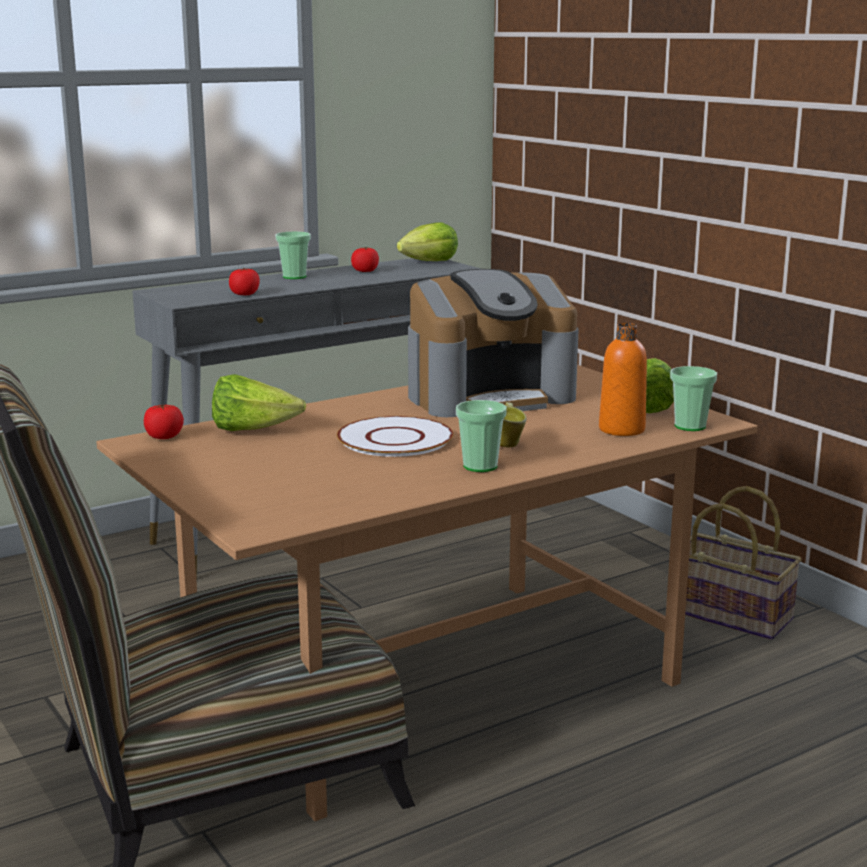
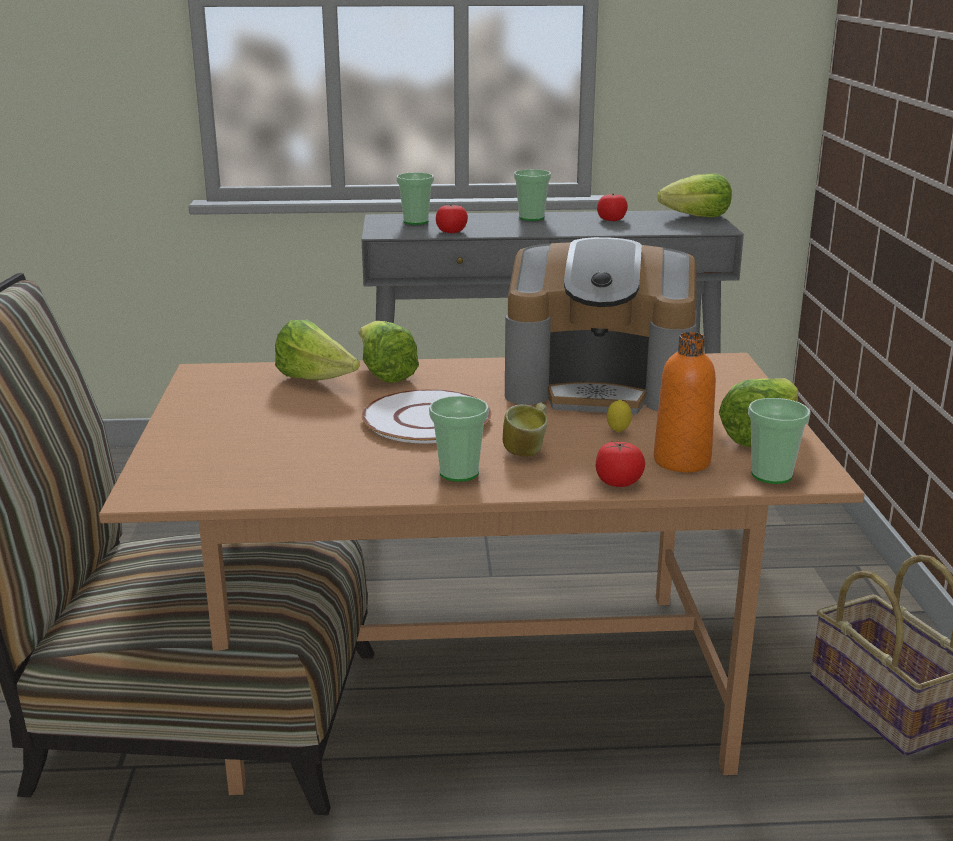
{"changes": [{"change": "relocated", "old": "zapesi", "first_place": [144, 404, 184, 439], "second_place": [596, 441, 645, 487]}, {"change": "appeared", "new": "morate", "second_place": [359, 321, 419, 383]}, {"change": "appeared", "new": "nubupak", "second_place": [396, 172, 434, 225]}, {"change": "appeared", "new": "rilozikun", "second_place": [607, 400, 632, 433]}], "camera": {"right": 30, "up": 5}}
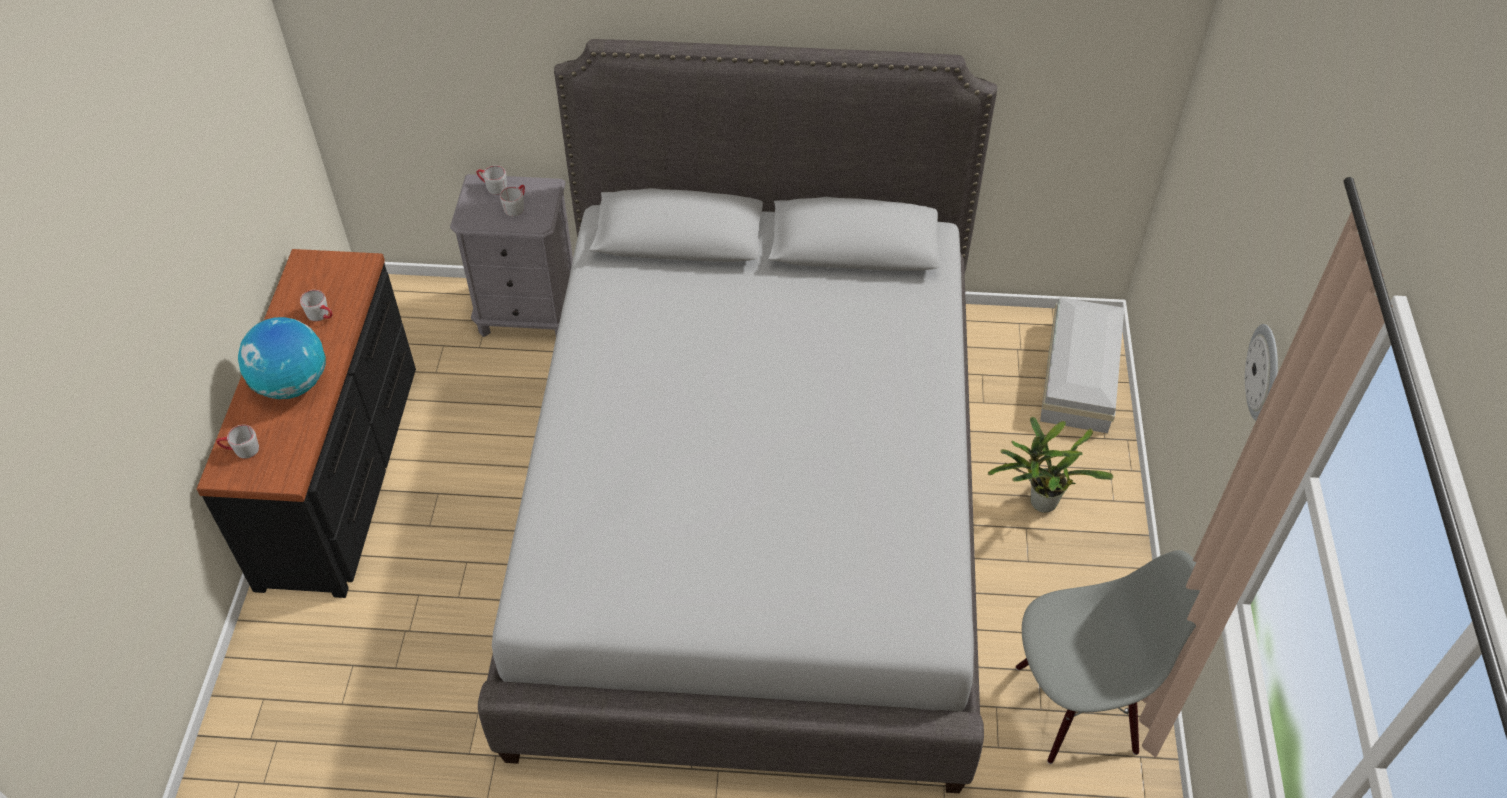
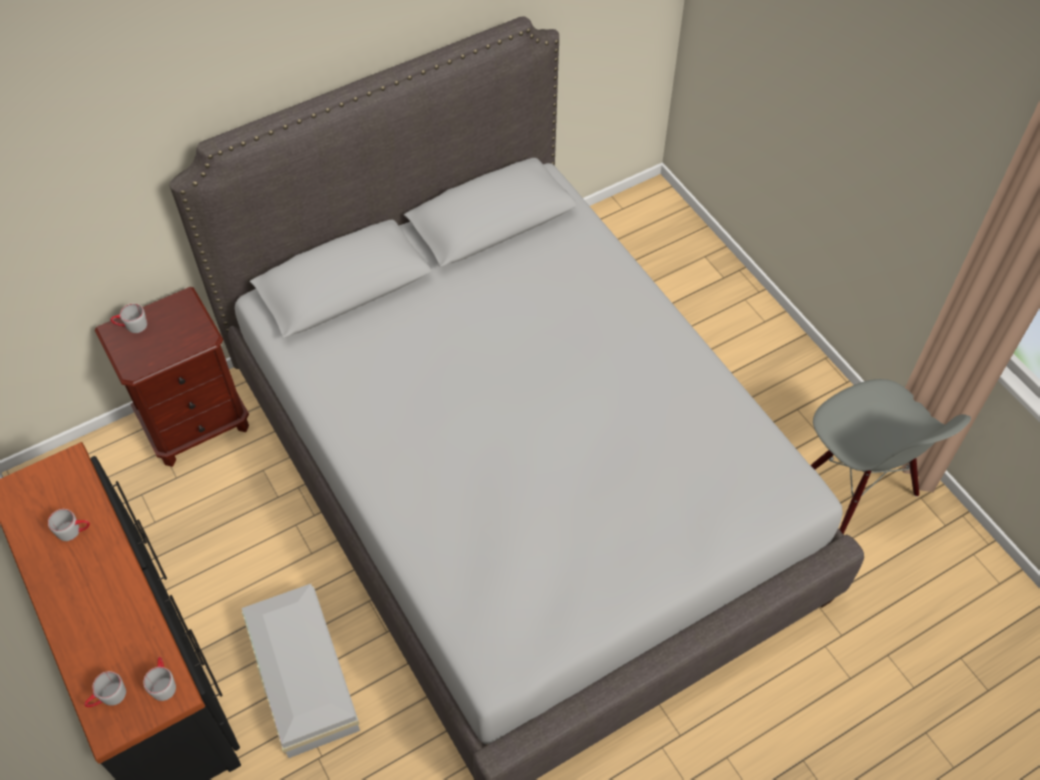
{"changes": [{"change": "missing", "old": "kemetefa", "first_place": [238, 317, 326, 399]}, {"change": "colour", "old": "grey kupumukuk", "new": "brown kupumukuk", "first_place": [450, 174, 573, 337], "second_place": [95, 287, 249, 467]}, {"change": "relocated", "old": "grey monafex", "first_place": [500, 185, 525, 216], "second_place": [143, 657, 176, 701]}, {"change": "missing", "old": "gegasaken", "first_place": [988, 416, 1113, 513]}, {"change": "spun", "old": "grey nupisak", "first_place": [1016, 550, 1200, 764], "second_place": [811, 379, 971, 534], "degrees": 105}, {"change": "relocated", "old": "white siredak", "first_place": [1040, 297, 1124, 433], "second_place": [242, 584, 360, 758]}, {"change": "missing", "old": "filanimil", "first_place": [1245, 324, 1278, 421]}], "camera": {"right": -35, "up": 5}}
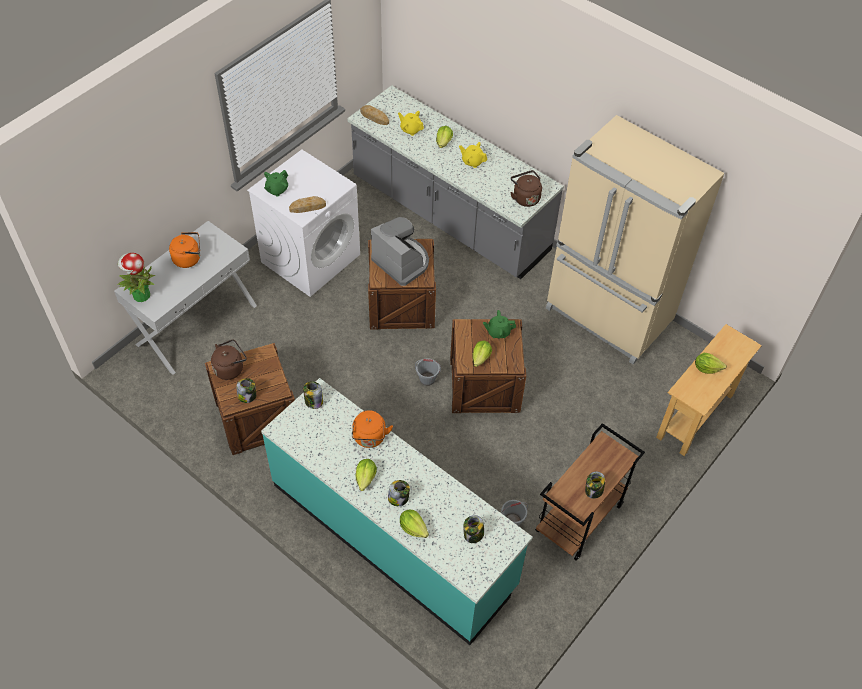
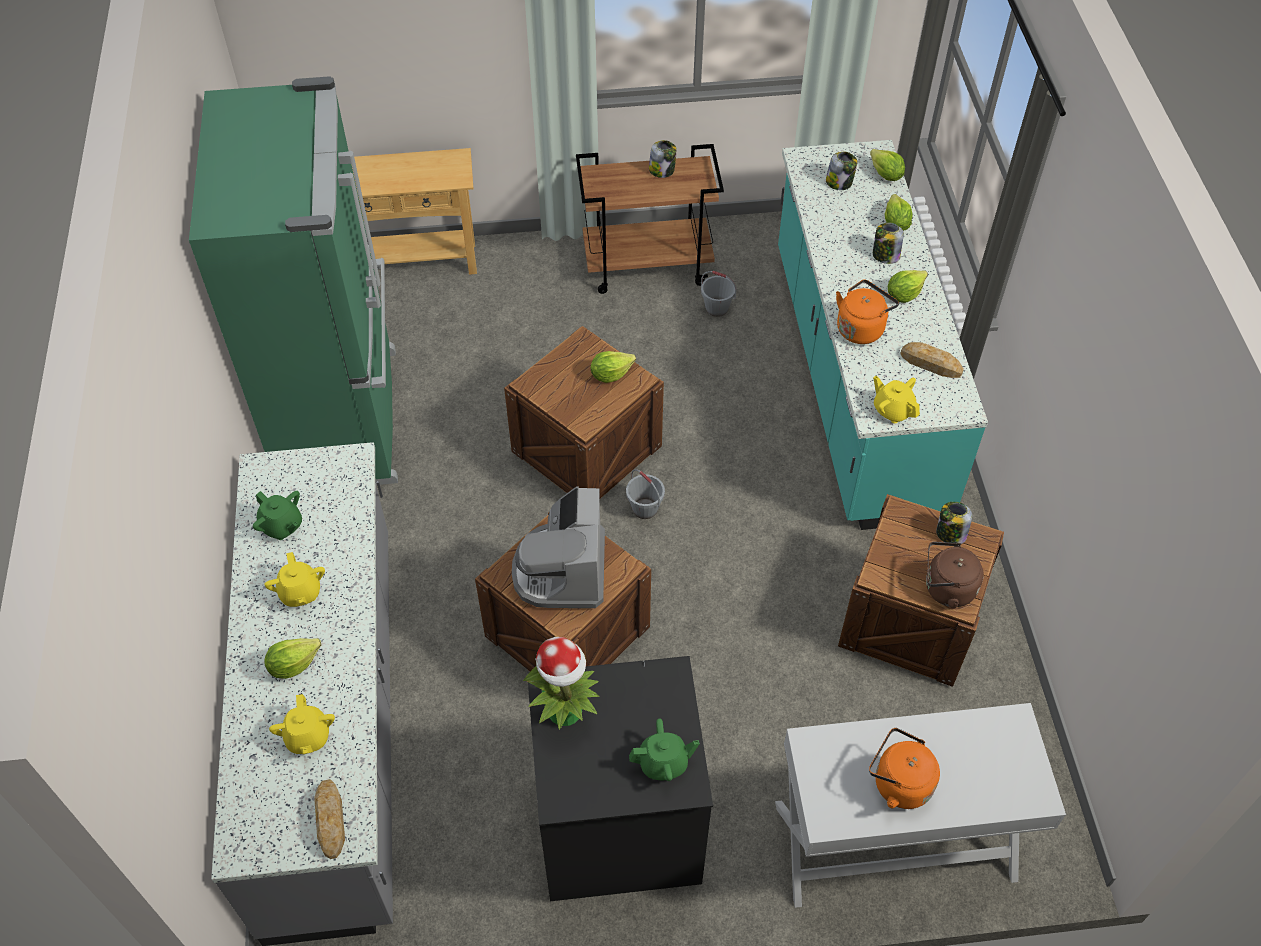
{"changes": [{"change": "relocated", "old": "gegasaken", "first_place": [117, 253, 155, 302], "second_place": [523, 637, 600, 730]}, {"change": "colour", "old": "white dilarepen", "new": "black dilarepen", "first_place": [247, 150, 360, 297], "second_place": [527, 656, 713, 901]}, {"change": "relocated", "old": "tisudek", "first_place": [289, 196, 326, 213], "second_place": [900, 342, 964, 378]}, {"change": "exchanged", "old": "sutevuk", "new": "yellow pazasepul", "first_place": [303, 381, 323, 409], "second_place": [873, 376, 920, 423]}, {"change": "relocated", "old": "green pazasepul", "first_place": [483, 310, 516, 338], "second_place": [253, 491, 302, 540]}, {"change": "missing", "old": "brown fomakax", "first_place": [510, 170, 542, 207]}, {"change": "colour", "old": "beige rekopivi", "new": "green rekopivi", "first_place": [546, 115, 724, 364], "second_place": [189, 76, 398, 485]}, {"change": "relocated", "old": "morate", "first_place": [695, 353, 727, 374], "second_place": [870, 149, 905, 181]}], "camera": {"right": -135, "up": 0}}
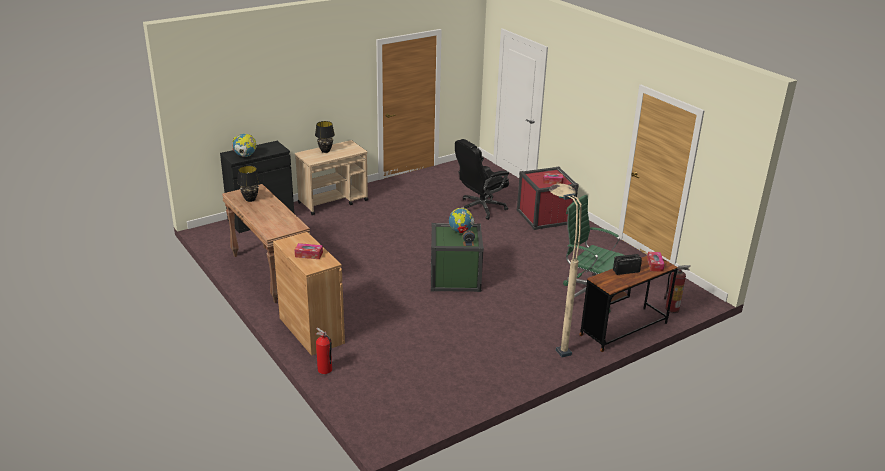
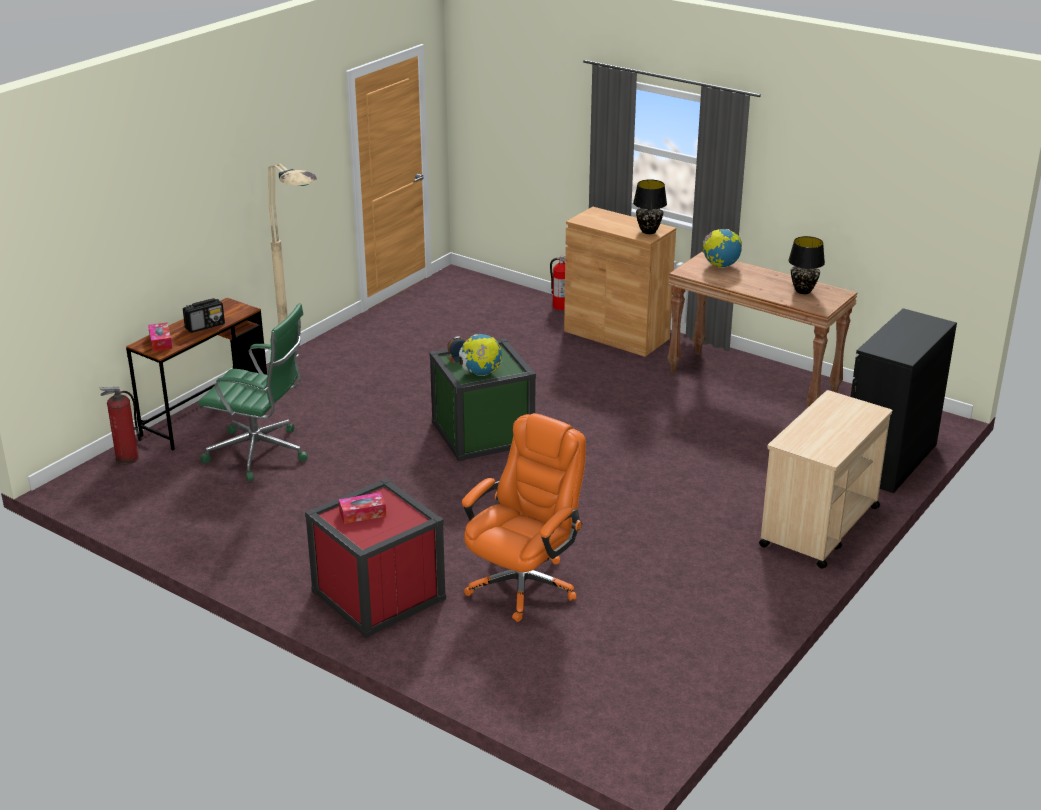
{"changes": [{"change": "relocated", "old": "kemetefa", "first_place": [232, 134, 256, 157], "second_place": [703, 229, 742, 268]}, {"change": "missing", "old": "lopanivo", "first_place": [295, 243, 323, 259]}, {"change": "relocated", "old": "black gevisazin", "first_place": [315, 121, 335, 153], "second_place": [633, 179, 667, 234]}, {"change": "colour", "old": "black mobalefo", "new": "orange mobalefo", "first_place": [455, 139, 509, 220], "second_place": [462, 413, 586, 622]}], "camera": {"right": 160, "up": 0}}
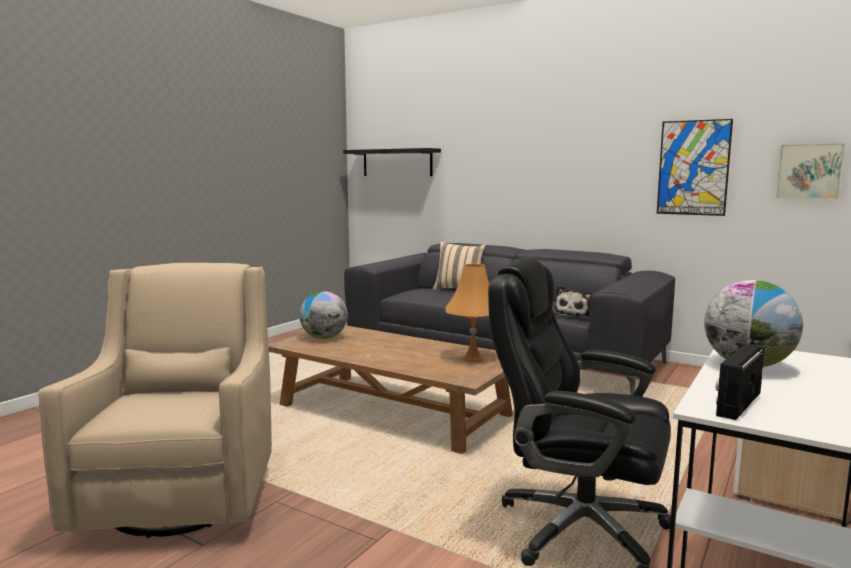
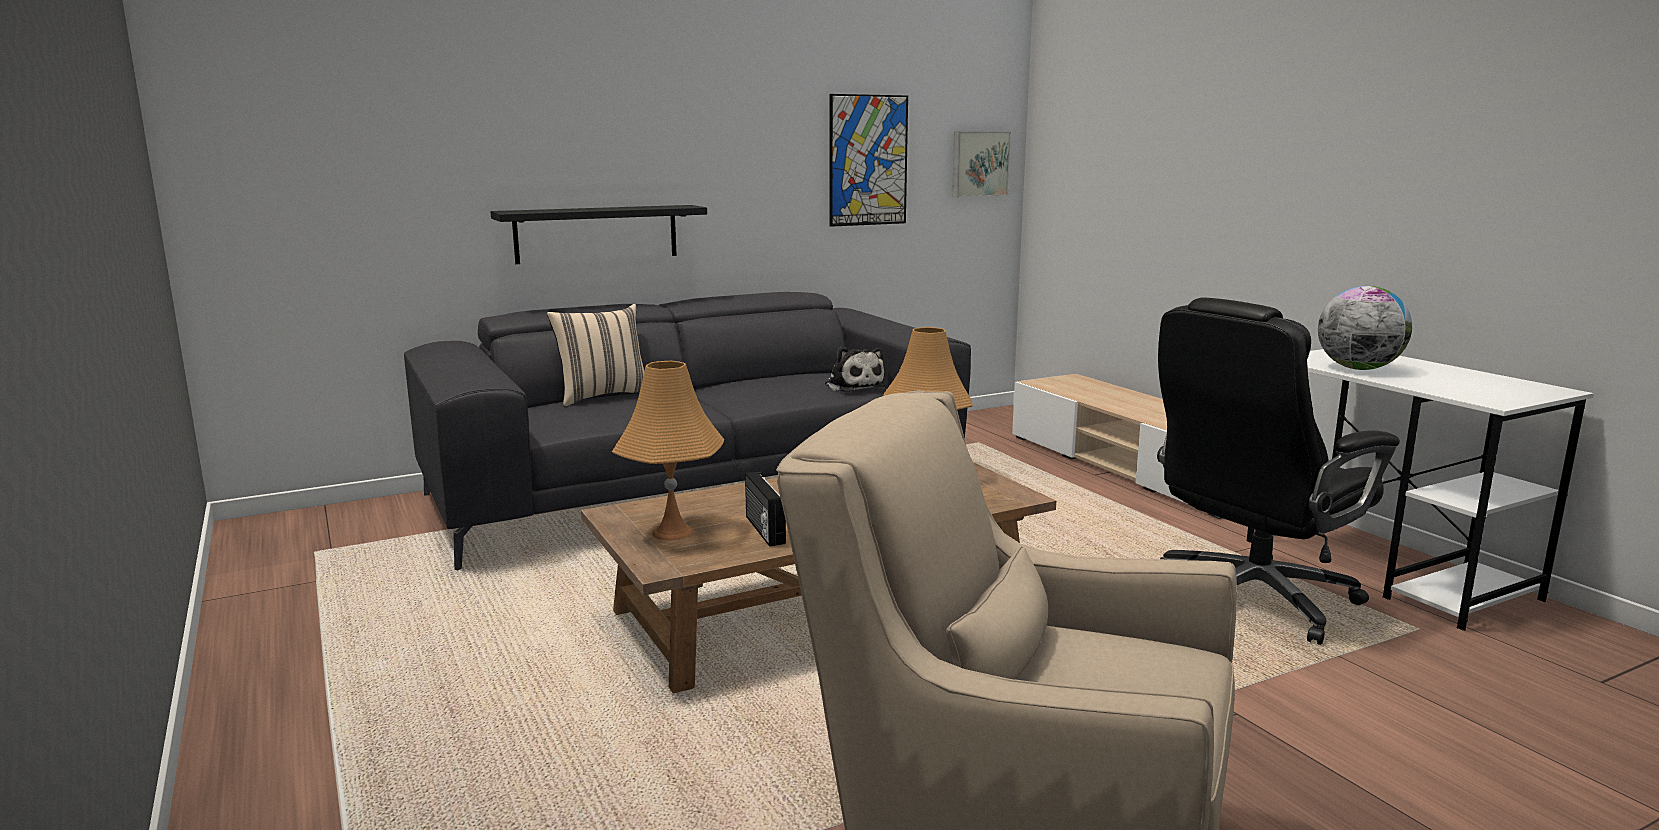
{"changes": [{"change": "exchanged", "old": "kemetefa", "new": "orange gevisazin", "first_place": [300, 291, 348, 339], "second_place": [612, 361, 724, 541]}, {"change": "relocated", "old": "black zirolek", "first_place": [343, 148, 441, 176], "second_place": [491, 205, 707, 264]}, {"change": "relocated", "old": "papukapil", "first_place": [716, 344, 765, 420], "second_place": [745, 472, 786, 547]}], "camera": {"right": -60, "up": 5}}
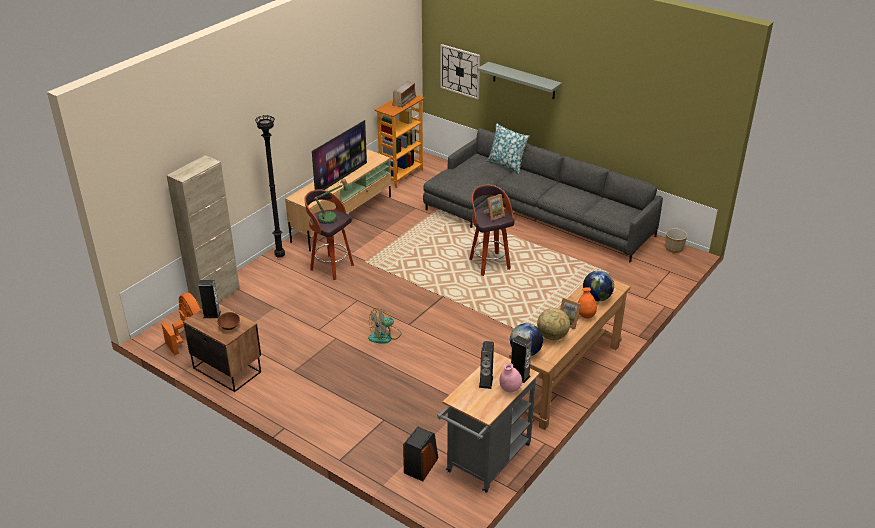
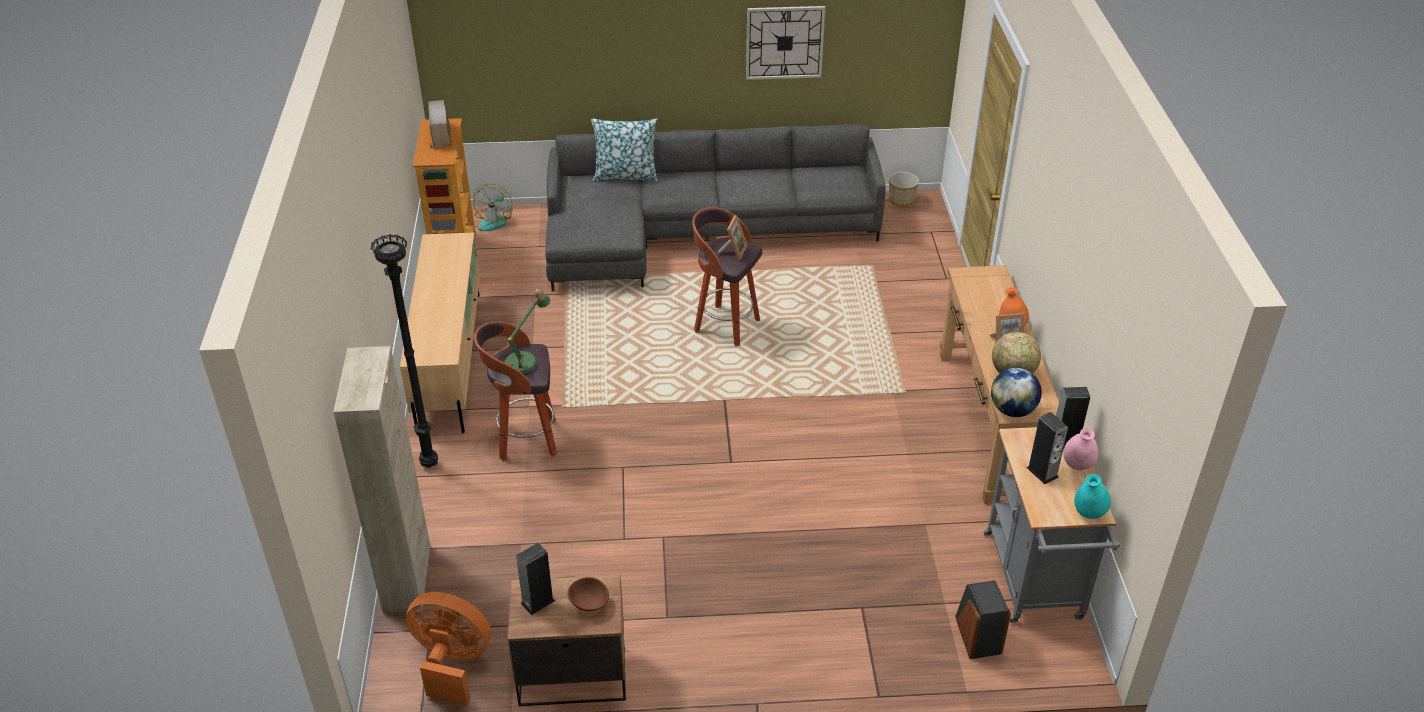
{"changes": [{"change": "missing", "old": "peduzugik", "first_place": [312, 120, 367, 190]}, {"change": "relocated", "old": "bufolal", "first_place": [368, 308, 401, 344], "second_place": [473, 183, 513, 231]}, {"change": "relocated", "old": "filanimil", "first_place": [440, 44, 480, 99], "second_place": [746, 6, 825, 80]}, {"change": "missing", "old": "grey zirolek", "first_place": [478, 62, 562, 99]}, {"change": "missing", "old": "kemetefa", "first_place": [583, 271, 614, 301]}, {"change": "appeared", "new": "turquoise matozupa", "second_place": [1074, 474, 1111, 519]}], "camera": {"right": -40, "up": 5}}
